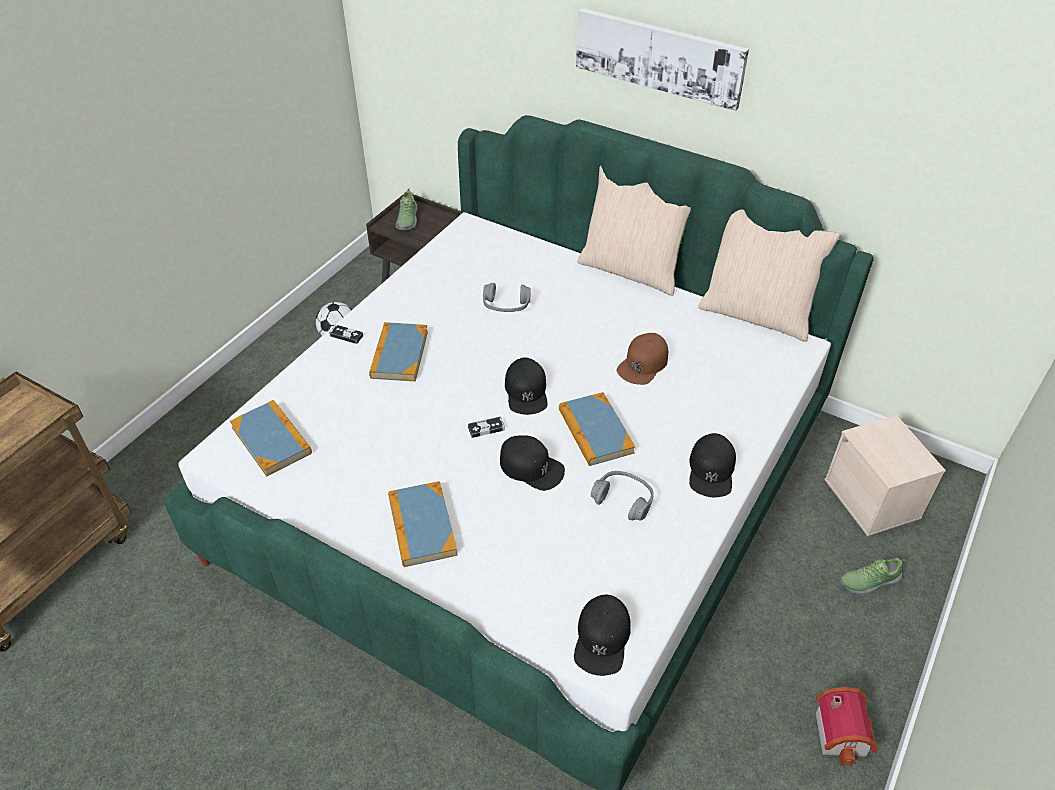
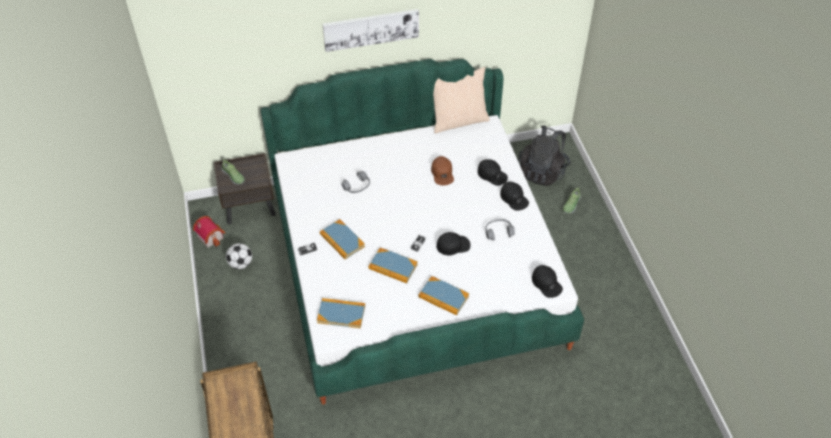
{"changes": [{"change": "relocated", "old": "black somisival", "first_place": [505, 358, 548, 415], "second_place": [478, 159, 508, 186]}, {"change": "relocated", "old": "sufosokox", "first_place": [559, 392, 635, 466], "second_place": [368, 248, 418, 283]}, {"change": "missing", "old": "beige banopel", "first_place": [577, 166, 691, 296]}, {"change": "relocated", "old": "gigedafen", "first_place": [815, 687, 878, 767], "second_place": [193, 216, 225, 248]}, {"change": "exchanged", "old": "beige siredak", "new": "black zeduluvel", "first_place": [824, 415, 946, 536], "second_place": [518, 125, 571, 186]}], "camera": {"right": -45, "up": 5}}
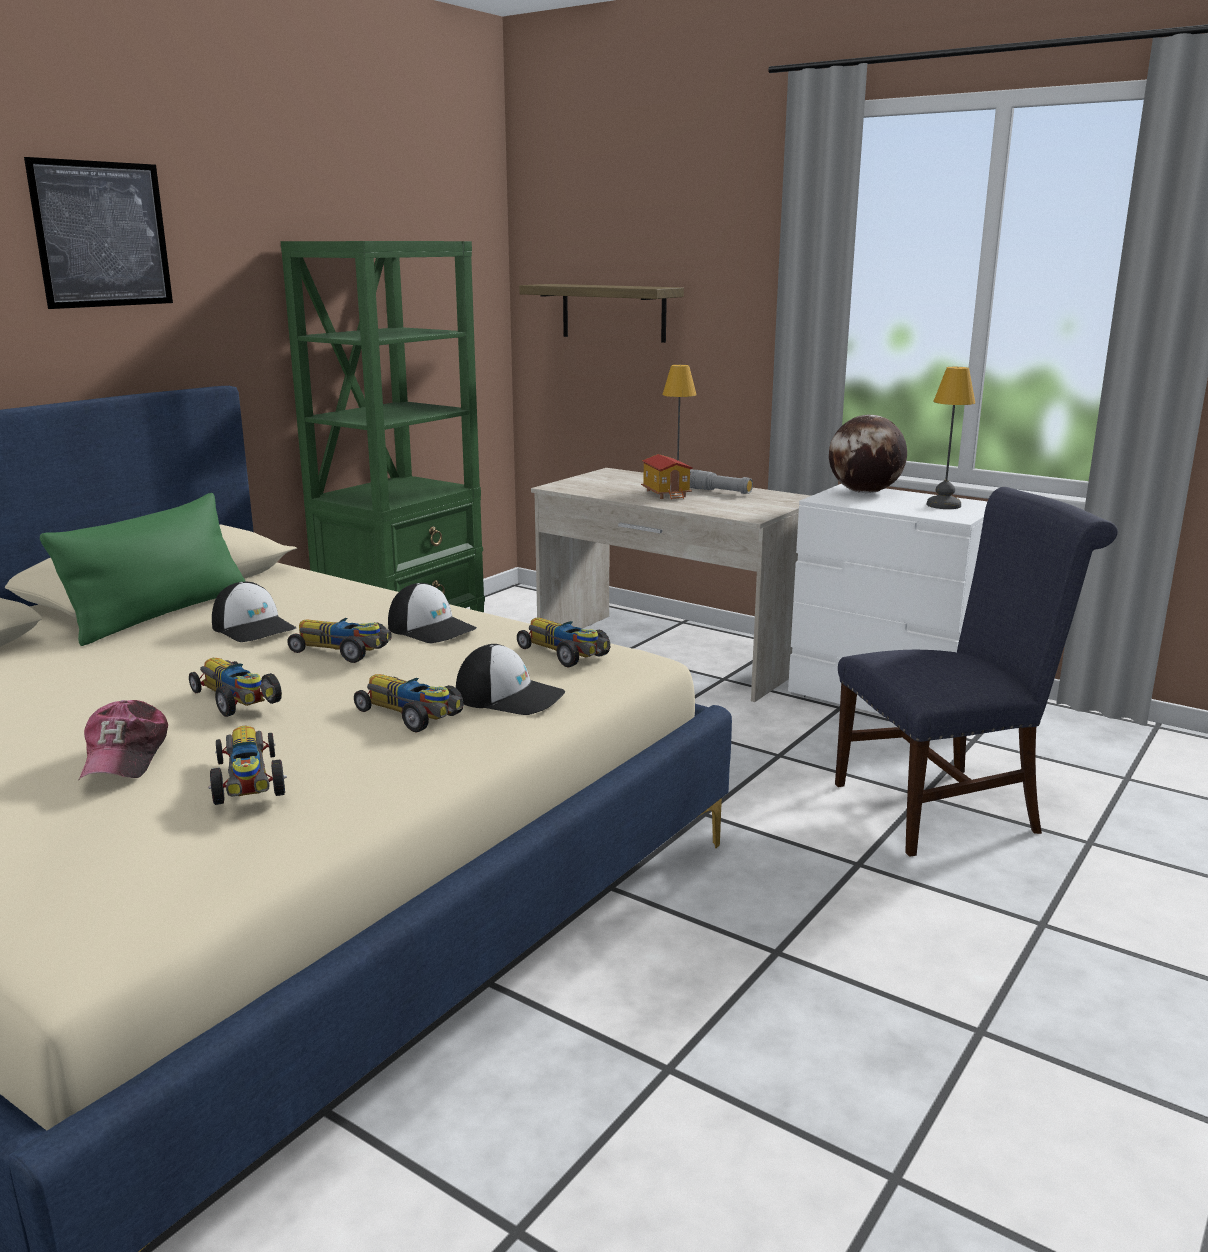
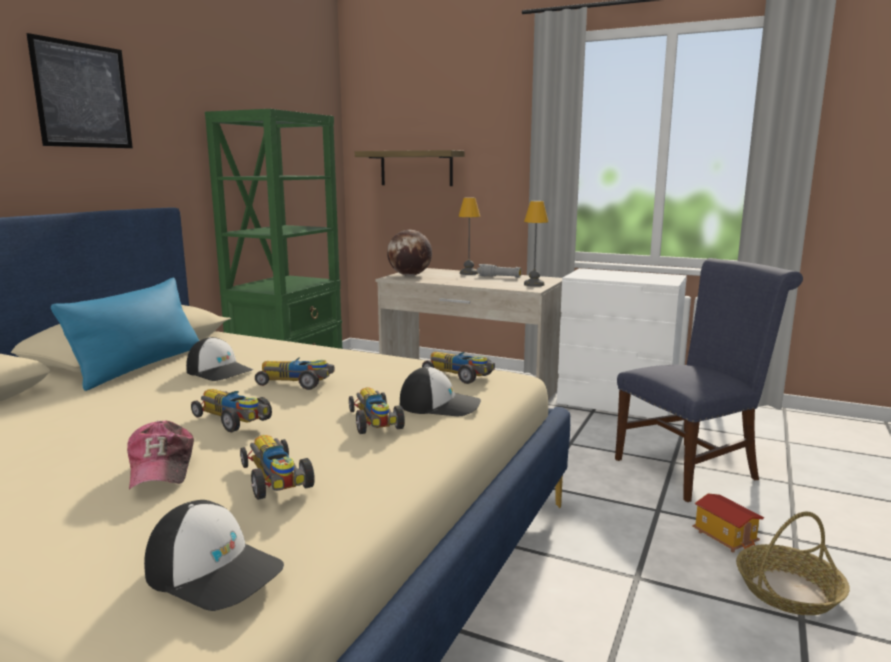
{"changes": [{"change": "colour", "old": "green banopel", "new": "blue banopel", "first_place": [40, 493, 246, 646], "second_place": [51, 277, 199, 391]}, {"change": "spun", "old": "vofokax", "first_place": [354, 674, 464, 732], "second_place": [349, 387, 405, 434], "degrees": 45}, {"change": "relocated", "old": "somisival", "first_place": [388, 583, 477, 643], "second_place": [144, 500, 284, 611]}, {"change": "relocated", "old": "gigedafen", "first_place": [641, 454, 693, 500], "second_place": [692, 494, 764, 553]}, {"change": "relocated", "old": "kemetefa", "first_place": [829, 415, 907, 493], "second_place": [387, 230, 432, 276]}, {"change": "relocated", "old": "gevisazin", "first_place": [927, 367, 975, 509], "second_place": [524, 201, 548, 287]}, {"change": "appeared", "new": "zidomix", "second_place": [736, 512, 850, 615]}], "camera": {"right": -10, "up": -5}}
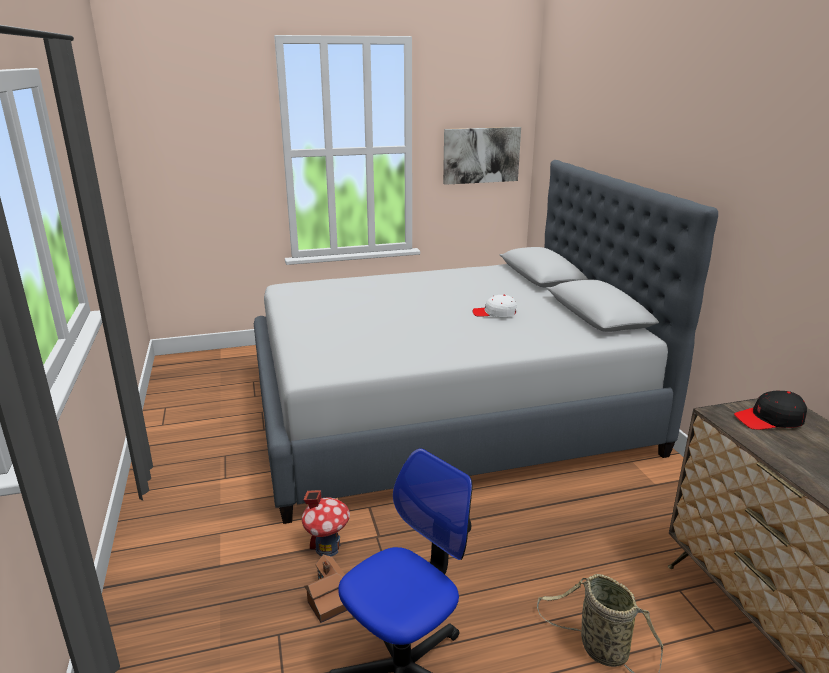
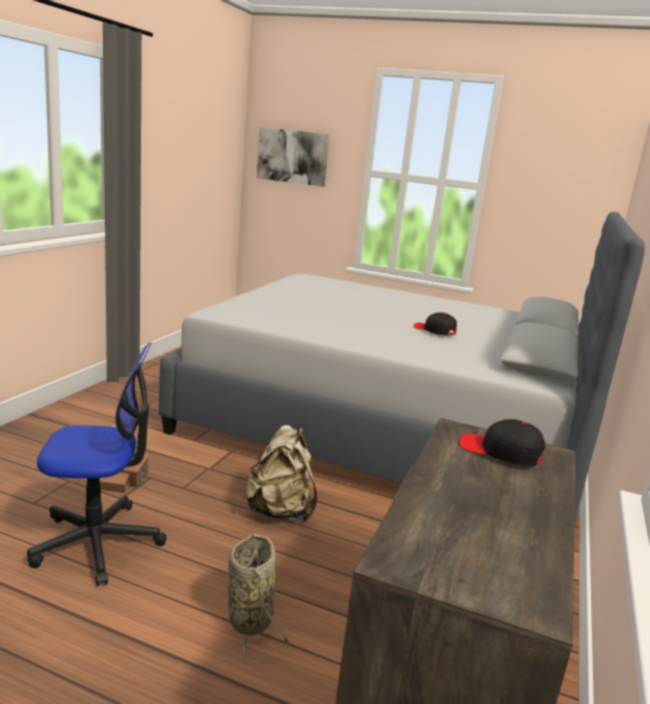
{"changes": [{"change": "missing", "old": "gigedafen", "first_place": [302, 490, 350, 556]}, {"change": "relocated", "old": "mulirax", "first_place": [443, 127, 521, 185], "second_place": [256, 127, 330, 187]}, {"change": "colour", "old": "white somisival", "new": "black somisival", "first_place": [472, 295, 517, 317], "second_place": [413, 312, 457, 336]}, {"change": "appeared", "new": "beige zeduluvel", "second_place": [244, 425, 317, 521]}], "camera": {"right": 35, "up": -5}}
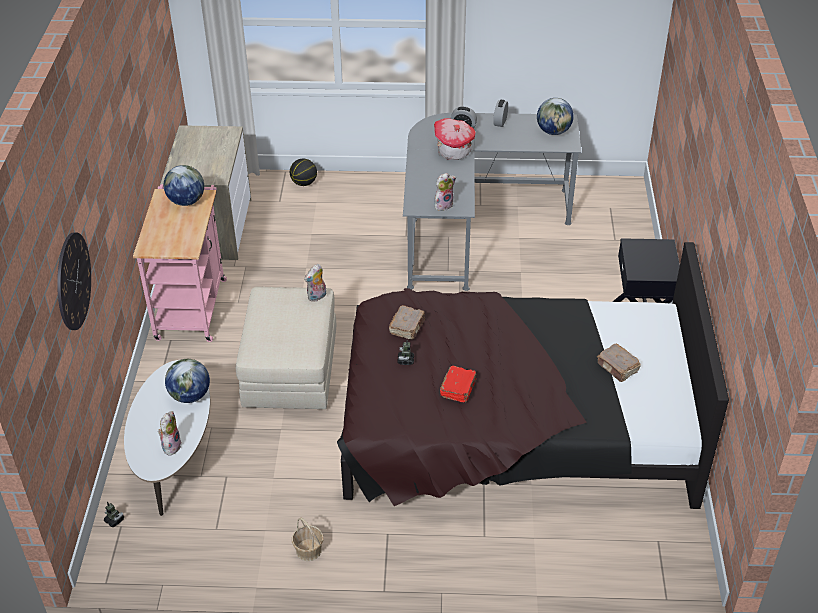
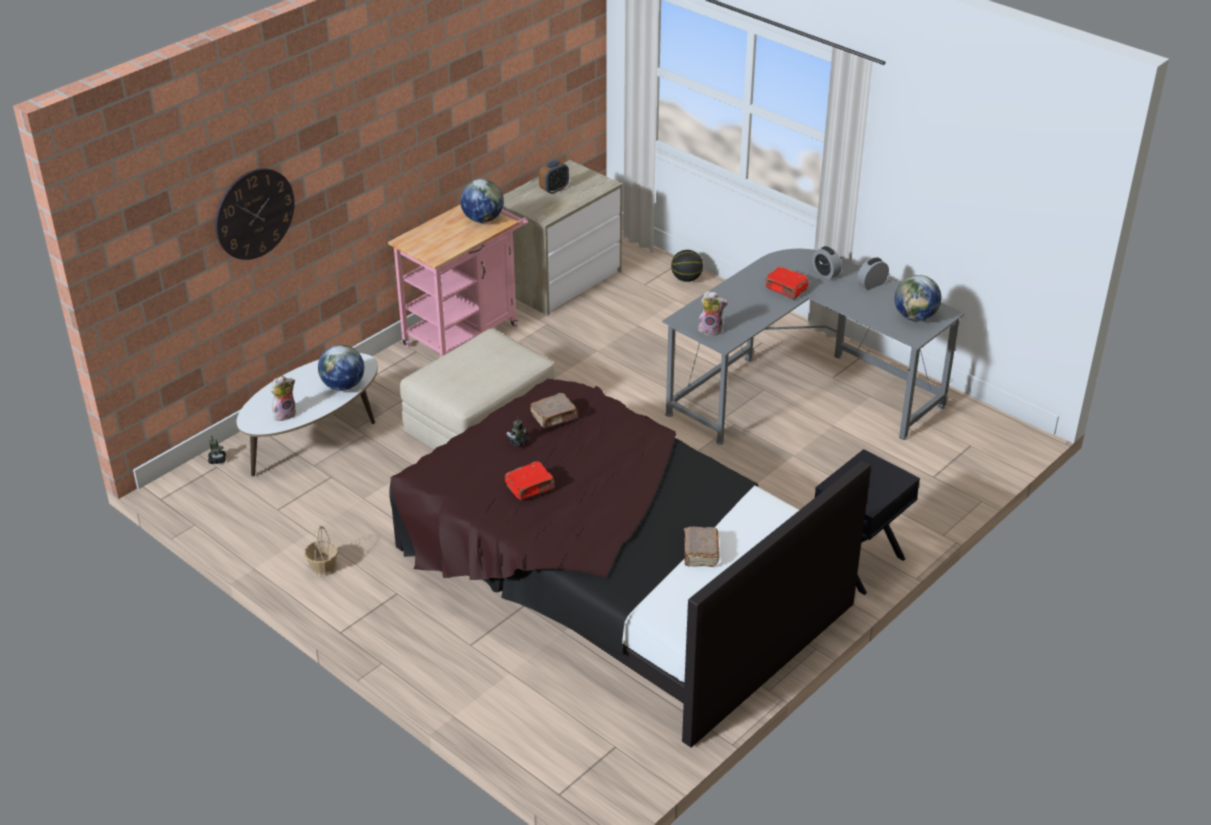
{"changes": [{"change": "missing", "old": "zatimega", "first_place": [304, 264, 326, 302]}, {"change": "exchanged", "old": "gigedafen", "new": "red sufosokox", "first_place": [434, 118, 476, 160], "second_place": [765, 266, 809, 299]}, {"change": "appeared", "new": "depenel", "second_place": [539, 160, 569, 194]}], "camera": {"right": 40, "up": -5}}
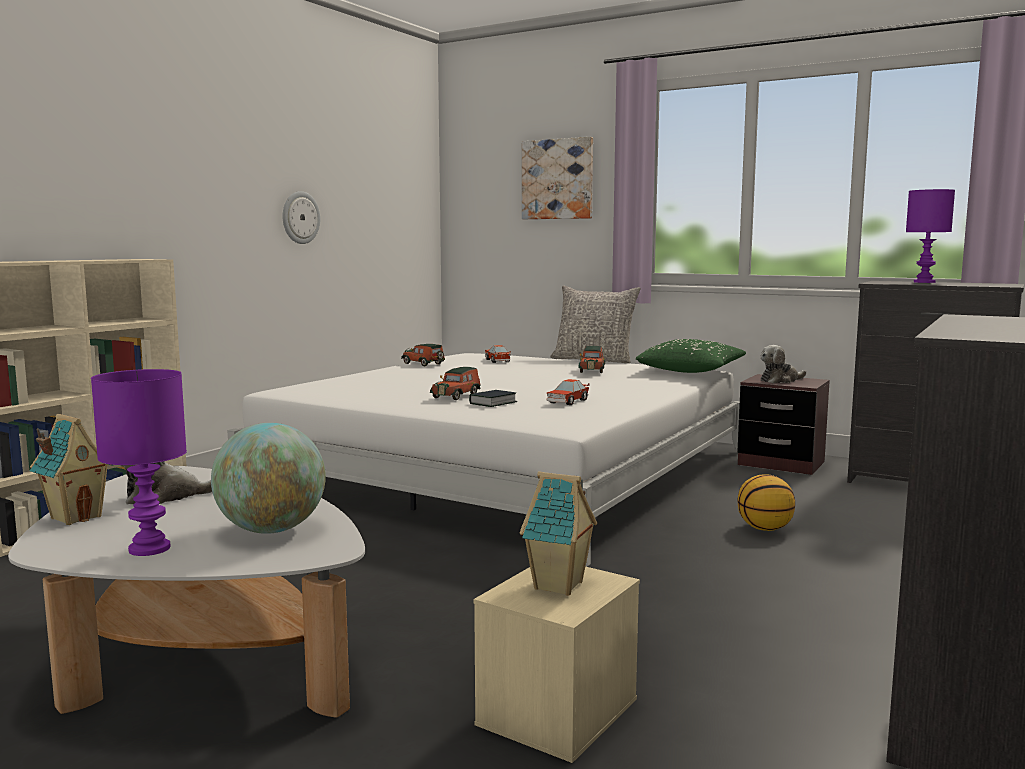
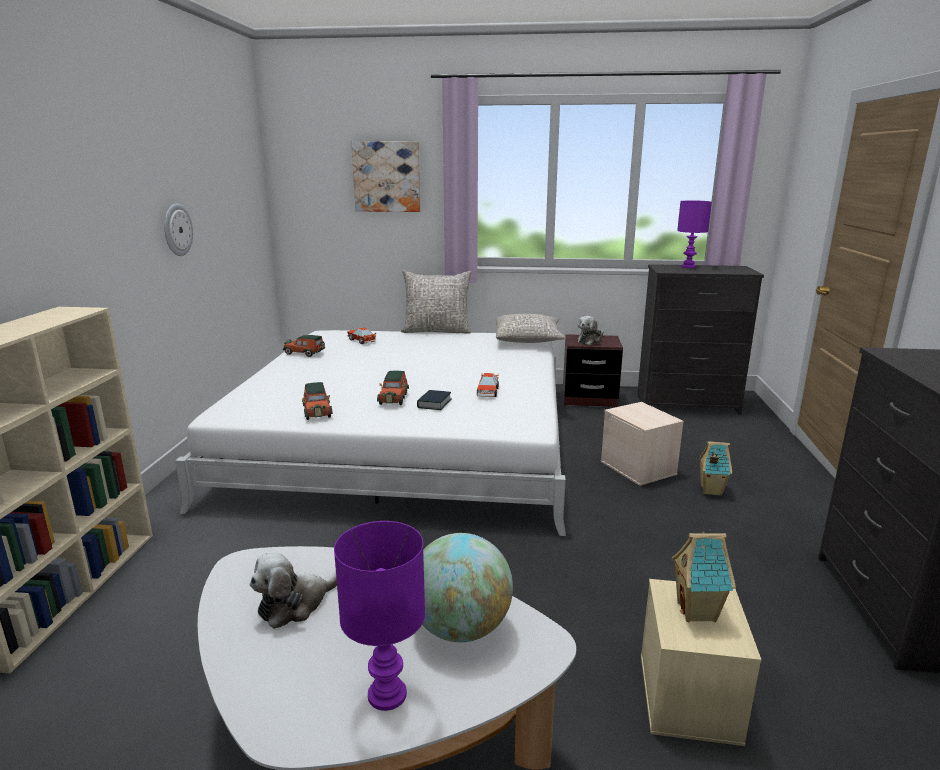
{"changes": [{"change": "relocated", "old": "gigedafen", "first_place": [30, 414, 113, 525], "second_place": [699, 441, 732, 496]}, {"change": "relocated", "old": "vofokax", "first_place": [579, 346, 605, 373], "second_place": [302, 382, 333, 420]}, {"change": "colour", "old": "green banopel", "new": "grey banopel", "first_place": [636, 339, 746, 373], "second_place": [496, 314, 565, 343]}, {"change": "exchanged", "old": "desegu", "new": "beige siredak", "first_place": [738, 474, 795, 531], "second_place": [600, 402, 684, 486]}], "camera": {"right": -25, "up": 10}}
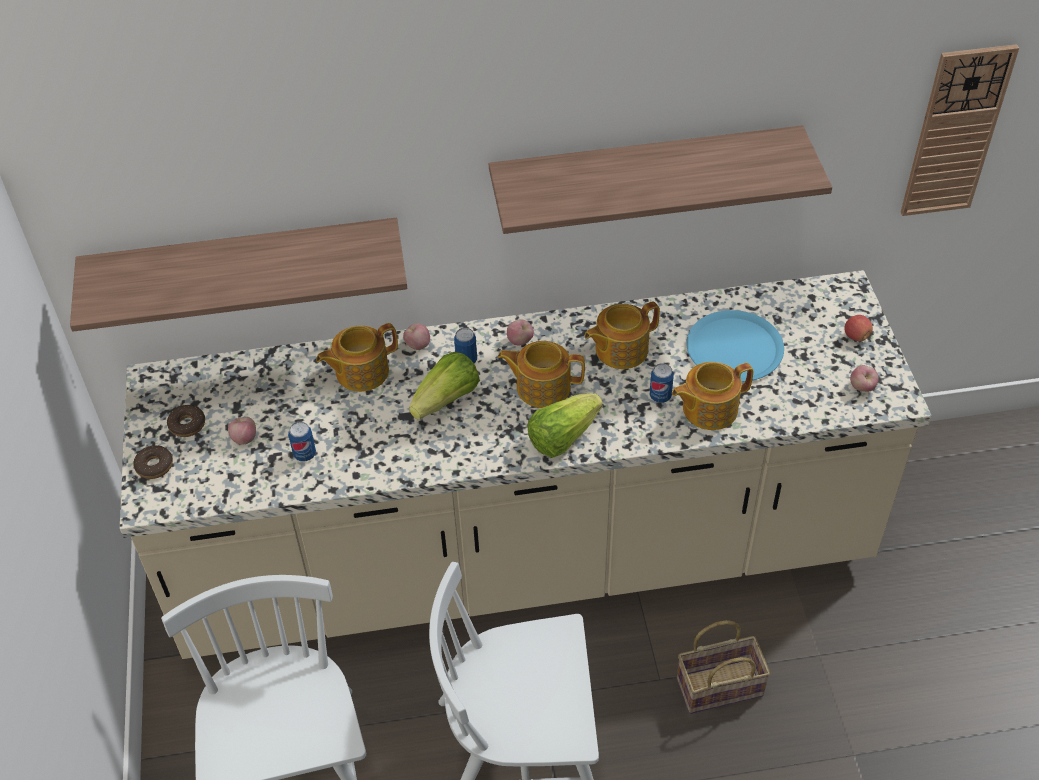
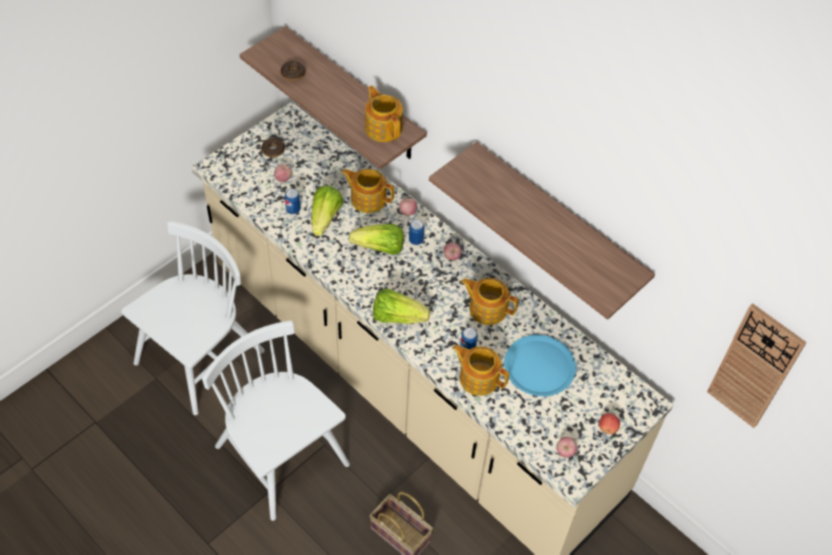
{"changes": [{"change": "relocated", "old": "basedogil", "first_place": [133, 445, 173, 479], "second_place": [281, 61, 306, 81]}, {"change": "relocated", "old": "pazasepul", "first_place": [498, 341, 585, 408], "second_place": [365, 86, 403, 142]}, {"change": "appeared", "new": "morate", "second_place": [311, 186, 343, 236]}], "camera": {"right": 50, "up": 5}}
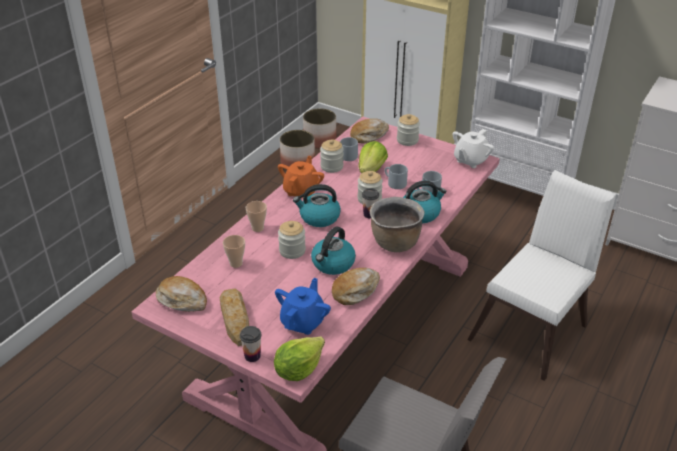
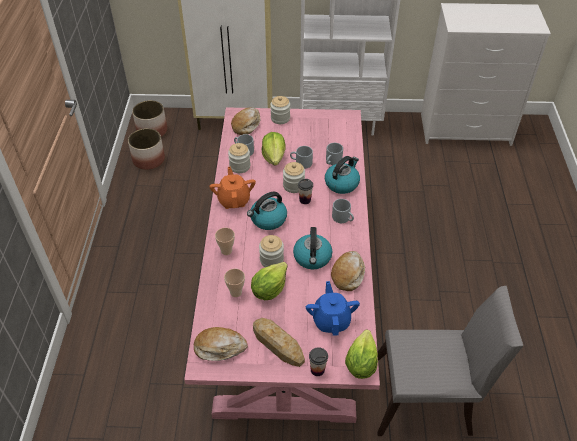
{"changes": [{"change": "exchanged", "old": "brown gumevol", "new": "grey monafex", "first_place": [370, 197, 425, 252], "second_place": [332, 199, 354, 223]}, {"change": "missing", "old": "white pazasepul", "first_place": [453, 129, 494, 168]}, {"change": "missing", "old": "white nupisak", "first_place": [467, 170, 616, 381]}, {"change": "appeared", "new": "morate", "second_place": [251, 262, 288, 300]}], "camera": {"right": -30, "up": 10}}
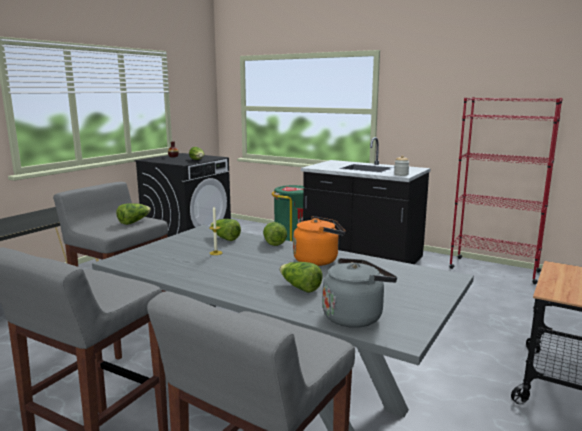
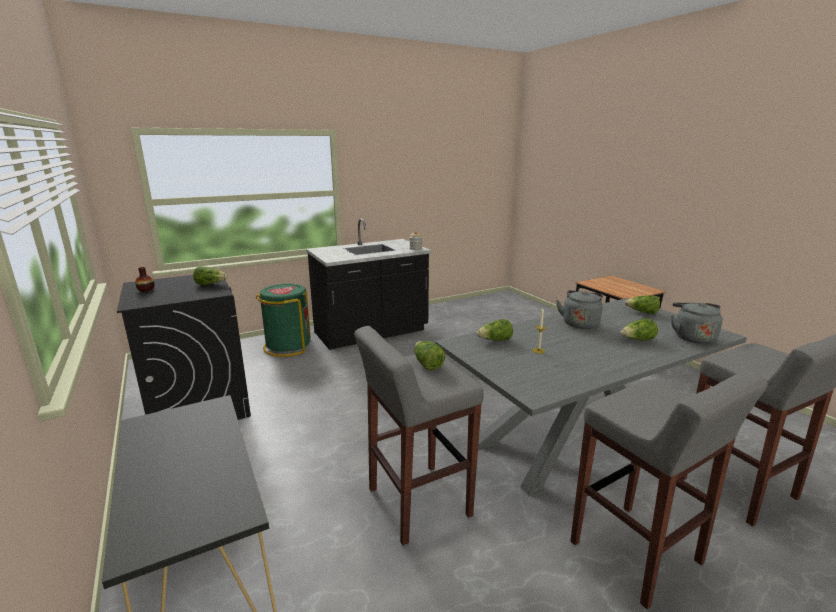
{"changes": [{"change": "relocated", "old": "morate", "first_place": [263, 222, 287, 246], "second_place": [625, 295, 660, 314]}, {"change": "colour", "old": "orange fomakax", "new": "grey fomakax", "first_place": [293, 216, 345, 266], "second_place": [556, 290, 603, 329]}, {"change": "missing", "old": "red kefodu", "first_place": [449, 97, 563, 284]}], "camera": {"right": -60, "up": 5}}
